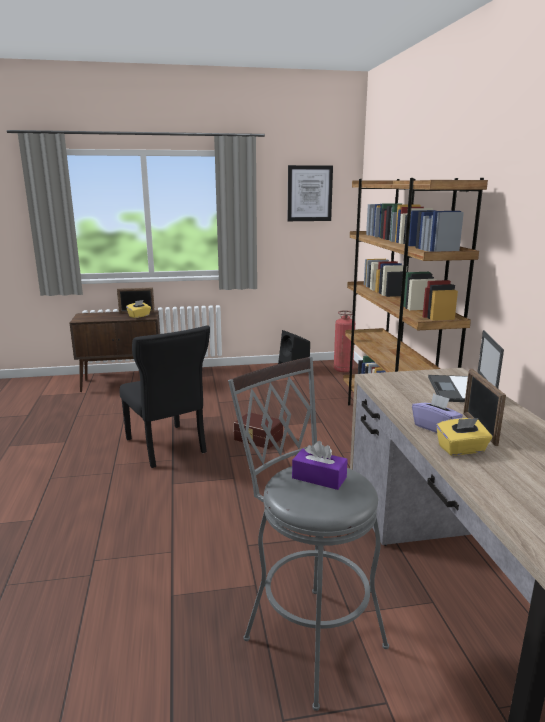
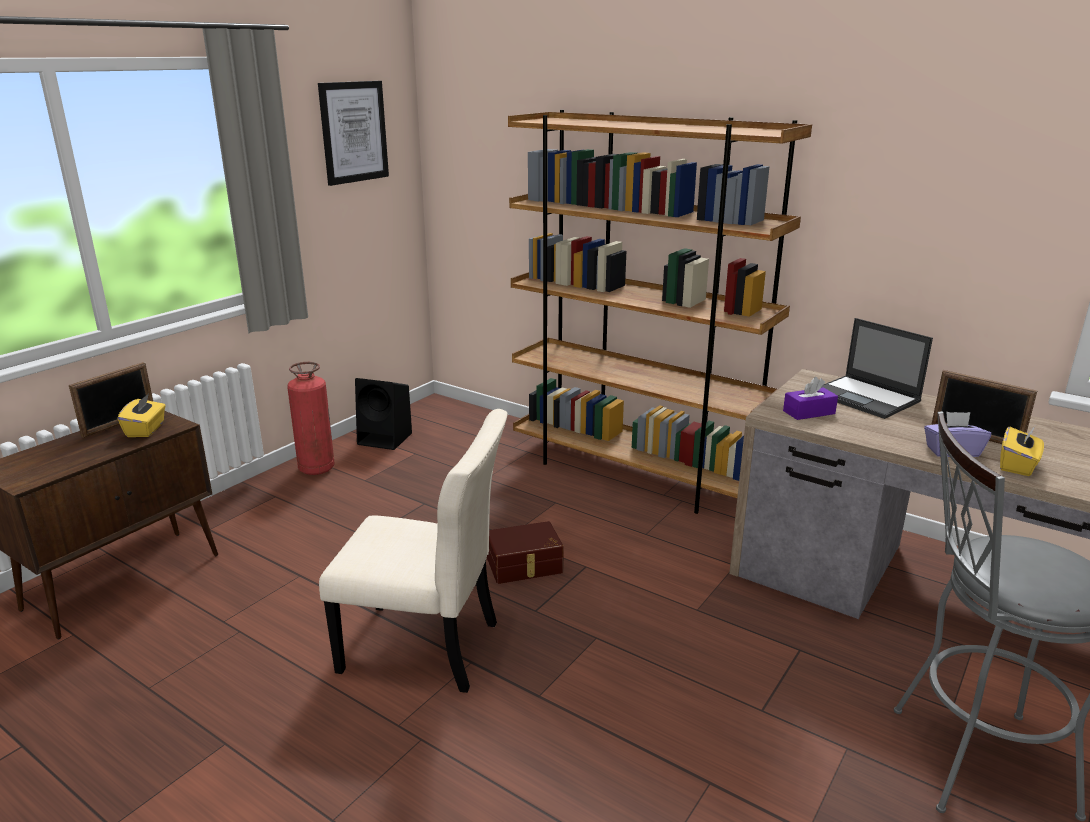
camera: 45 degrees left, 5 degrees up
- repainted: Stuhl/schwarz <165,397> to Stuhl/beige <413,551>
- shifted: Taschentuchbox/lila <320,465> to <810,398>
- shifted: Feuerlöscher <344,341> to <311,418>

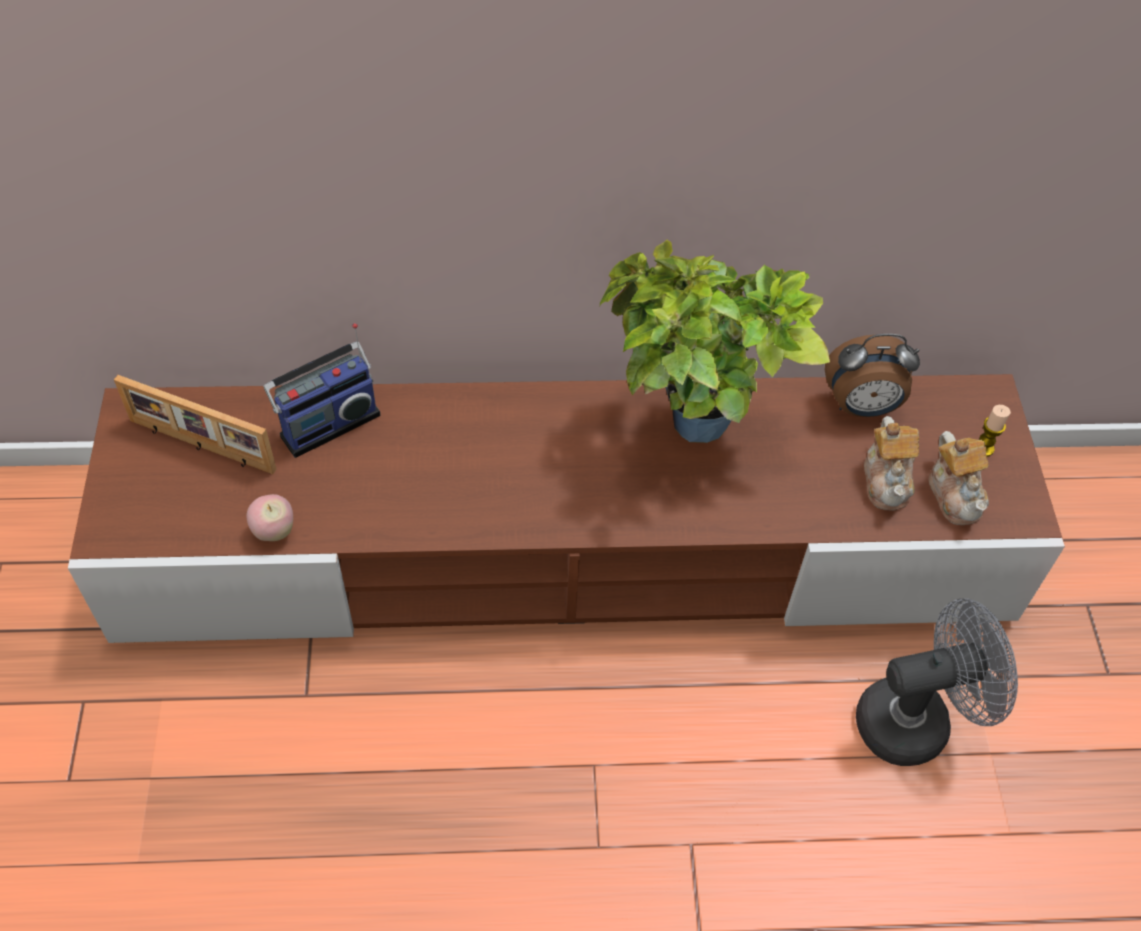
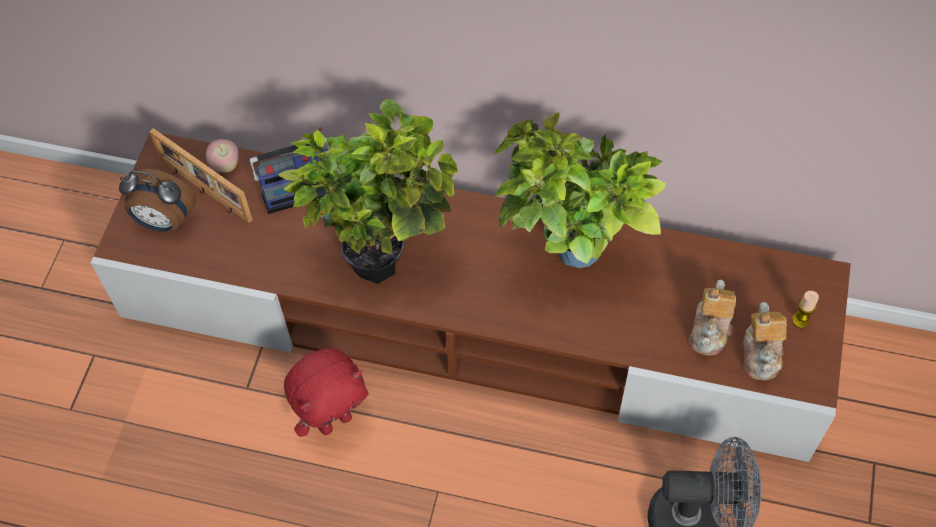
camera: 20 degrees right, 5 degrees up
- shifted: Apfel <269,517> to <222,156>
- shifted: Wecker <872,375> to <157,200>
- new: Topfpflanze <368,191>
- new: Plüschtier/rot <326,392>

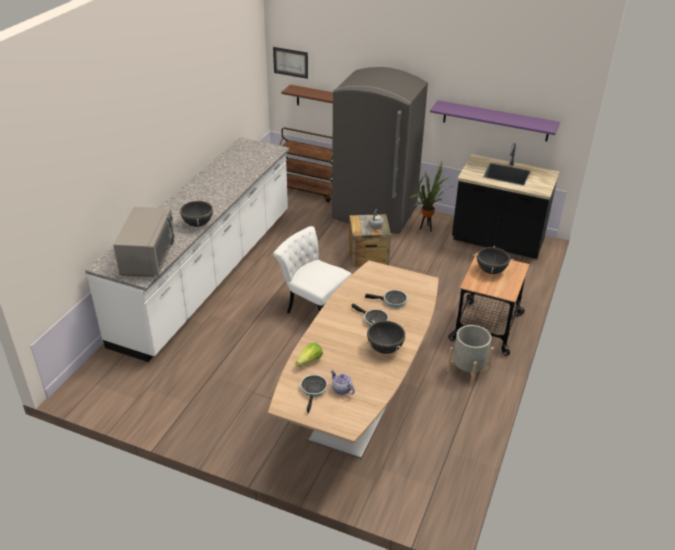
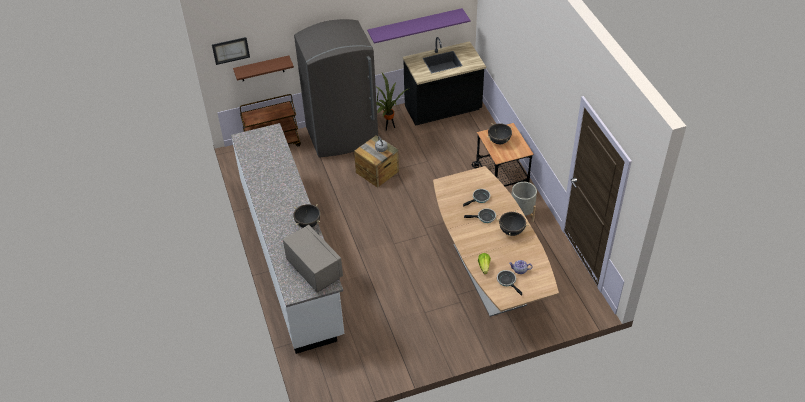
camera: 40 degrees left, 10 degrees up
- gone: Stuhl/weiß <312,269>

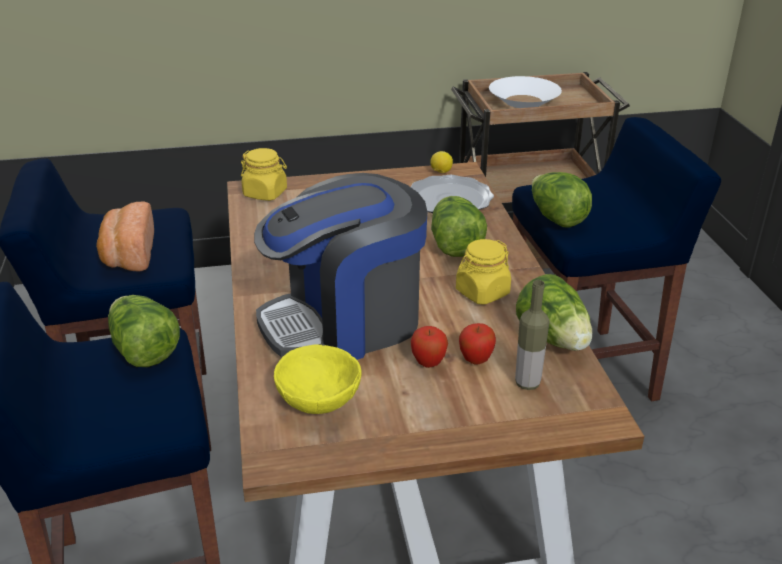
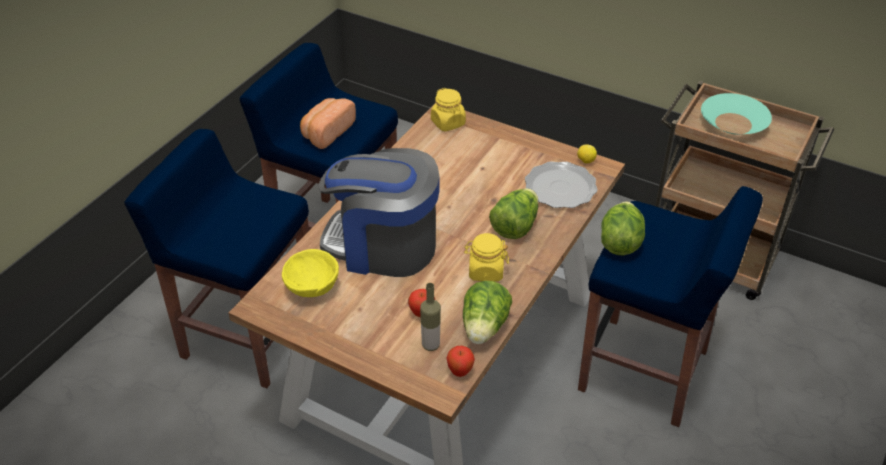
camera: 40 degrees right, 10 degrees up
- gone: Salatkopf <144,331>
- shifted: Apfel <429,347> to <461,361>
- repainted: Schüssel/weiß <525,92> to Schüssel/türkis <736,113>

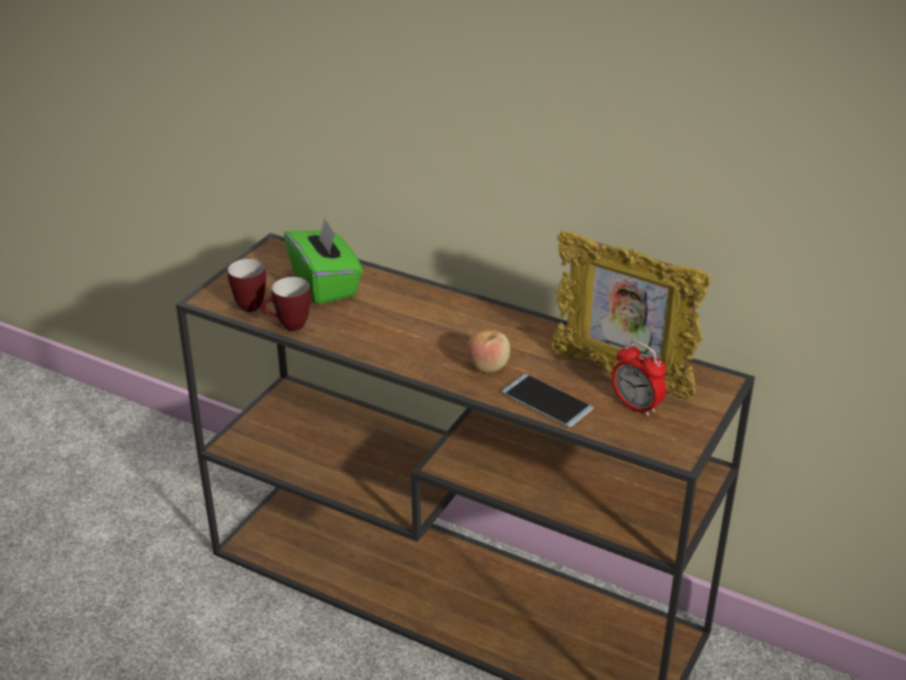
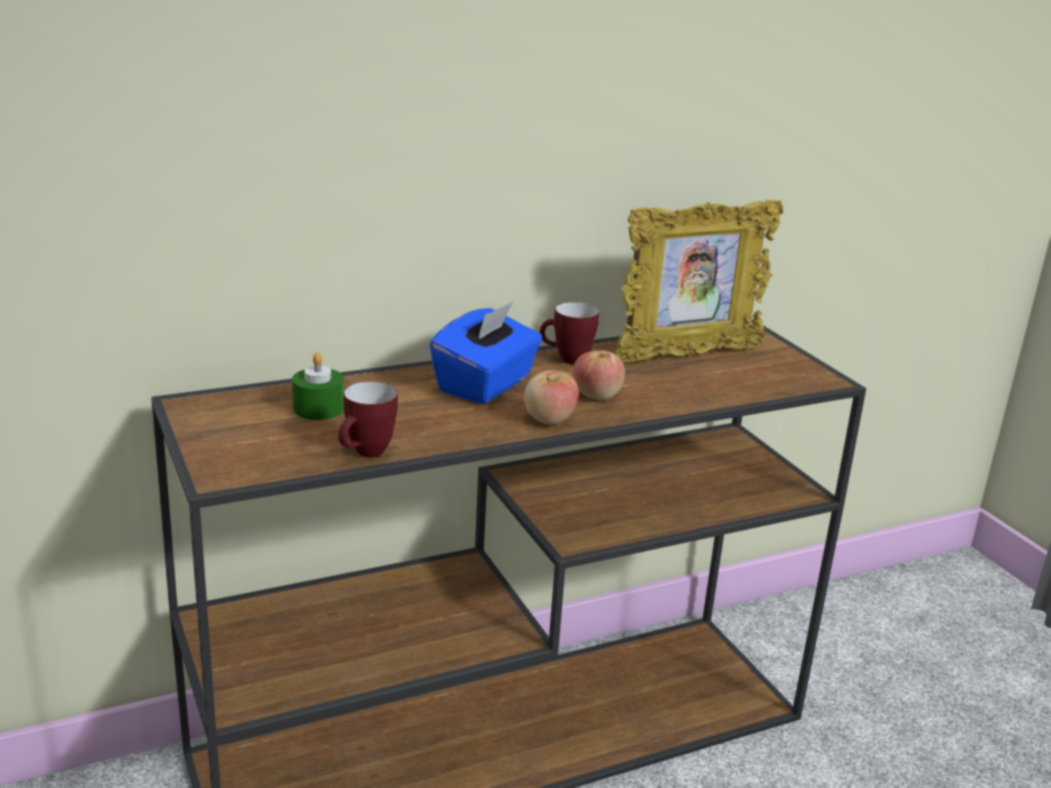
camera: 55 degrees left, 10 degrees down
- shifted: Henkelbecher <246,285> to <569,333>
- swapped: Taschentuchbox/grün <323,261> to Kerze/grün <318,386>
- gone: Handy <548,400>
- gone: Wecker <639,379>
- new: Taschentuchbox/blau <486,352>
- new: Apfel <551,397>

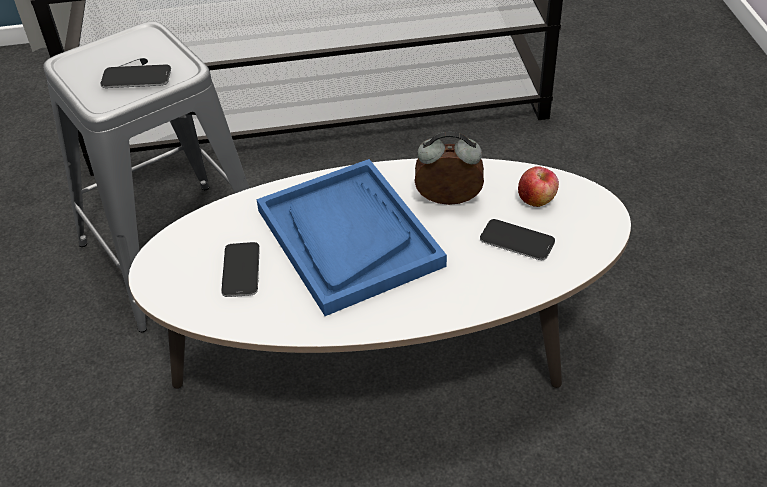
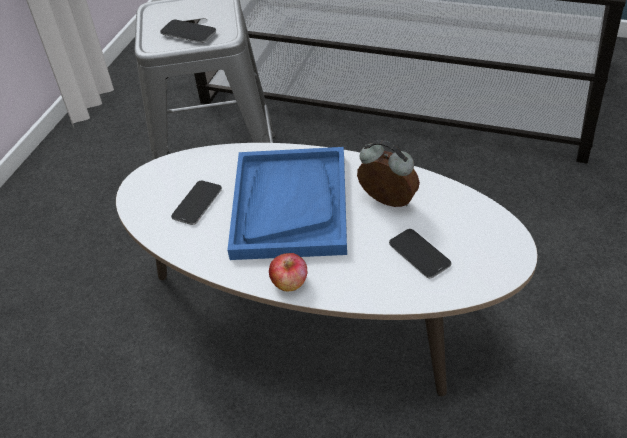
camera: 30 degrees right, 0 degrees up
- shifted: Apfel <538,186> to <288,272>

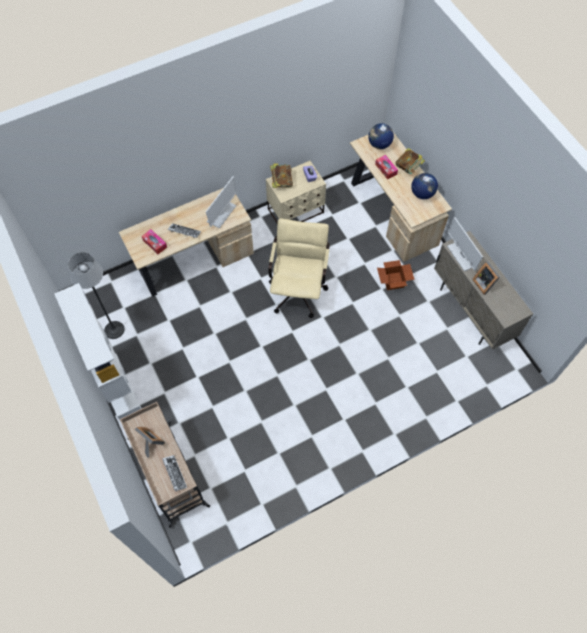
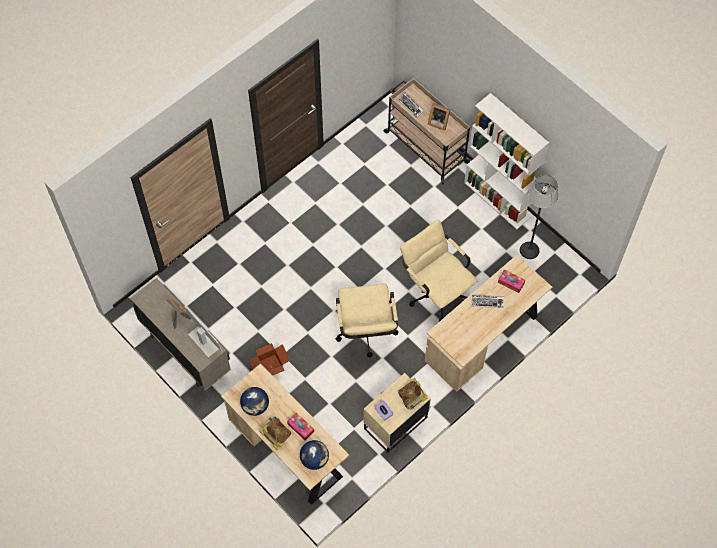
camera: 165 degrees right, 0 degrees up
- gone: Monitor <221,202>
- new: Bürostuhl/beige <438,271>

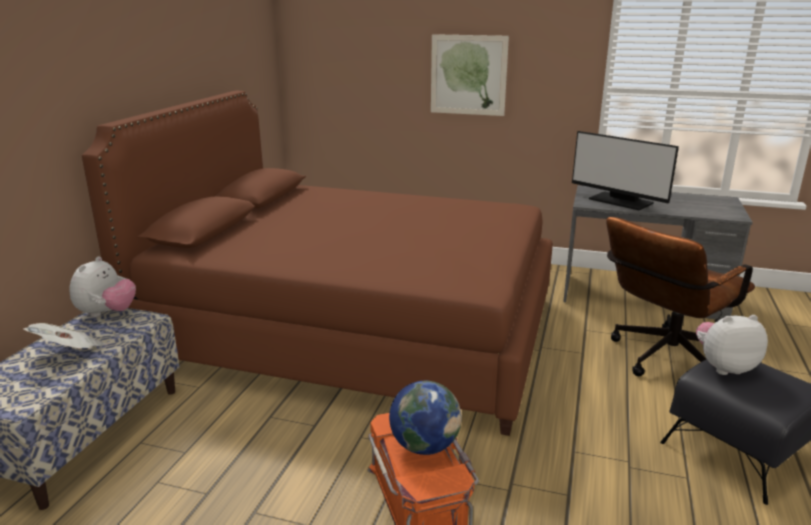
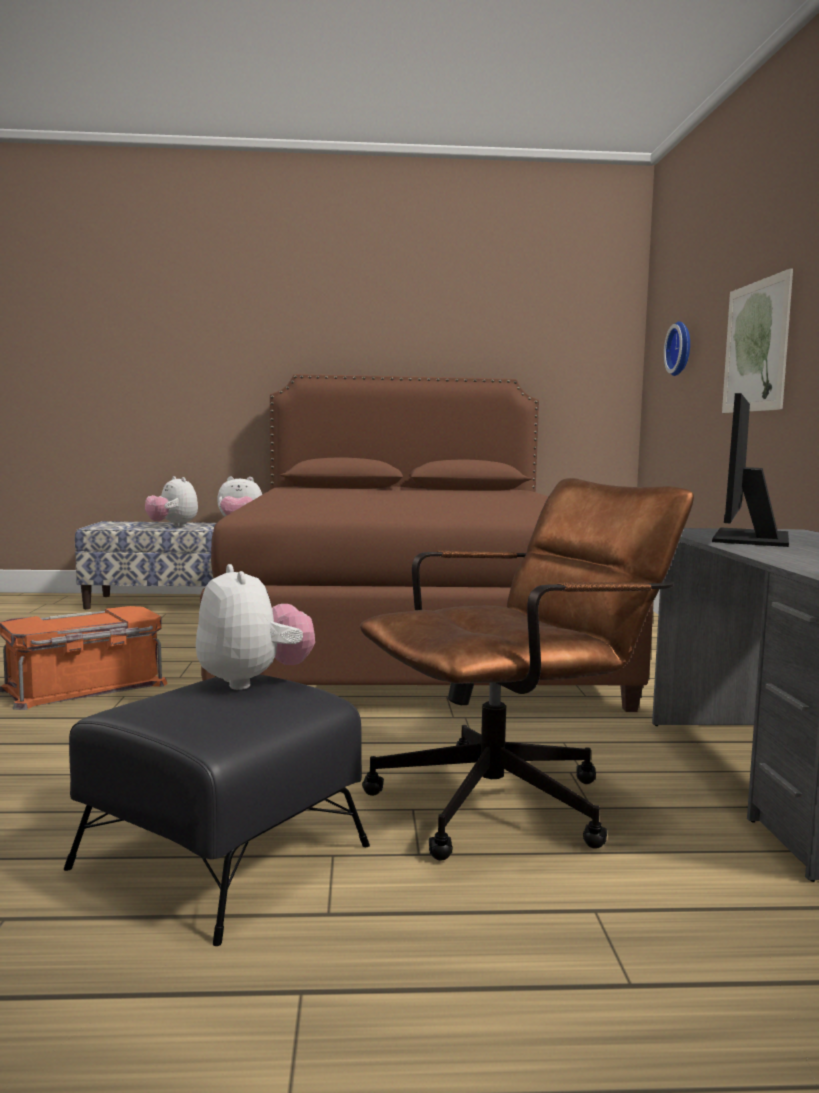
camera: 70 degrees right, 15 degrees down
- swapped: Zeitung <65,336> to Plüschtier <171,501>
- gone: Globus <425,418>
- rotated: Bürostuhl/braun <680,296> = <527,669> 120 degrees clockwise
- new: Wanduhr <677,348>

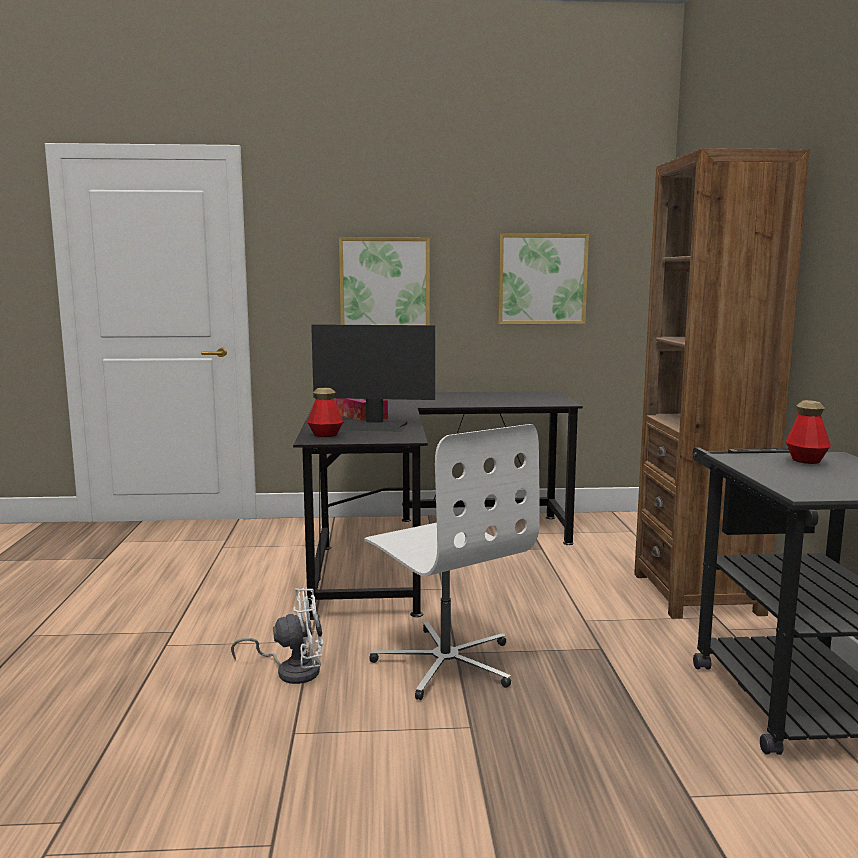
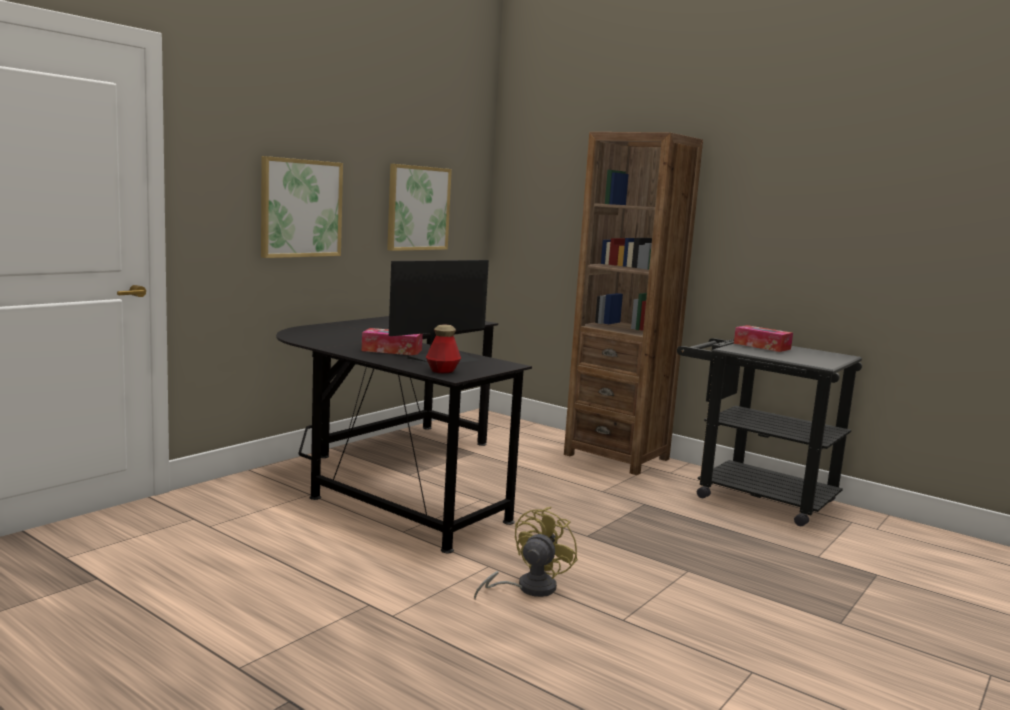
camera: 50 degrees left, 0 degrees up
- repainted: Ventilator/weiß <277,636> to Ventilator/gelb <526,553>
- gone: Bürostuhl/weiß <452,562>
- swapped: Flasche <808,432> to Taschentuchbox <763,338>

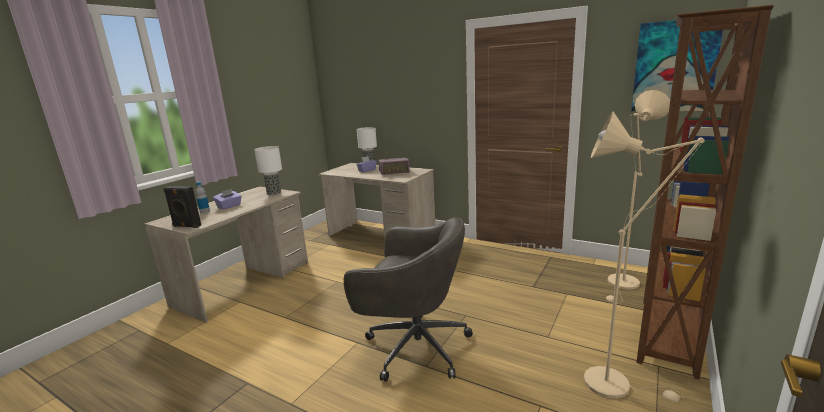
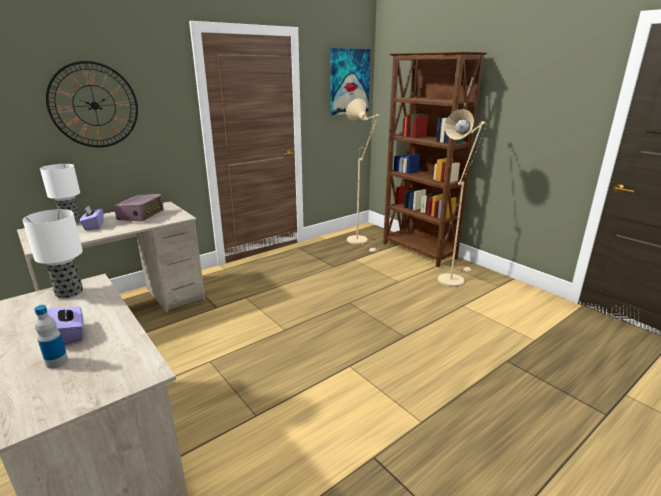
camera: 70 degrees left, 5 degrees up
- gone: Lautsprecher/schwarz <182,207>
- gone: Bürostuhl/grau <408,299>
- new: Wanduhr <92,104>

